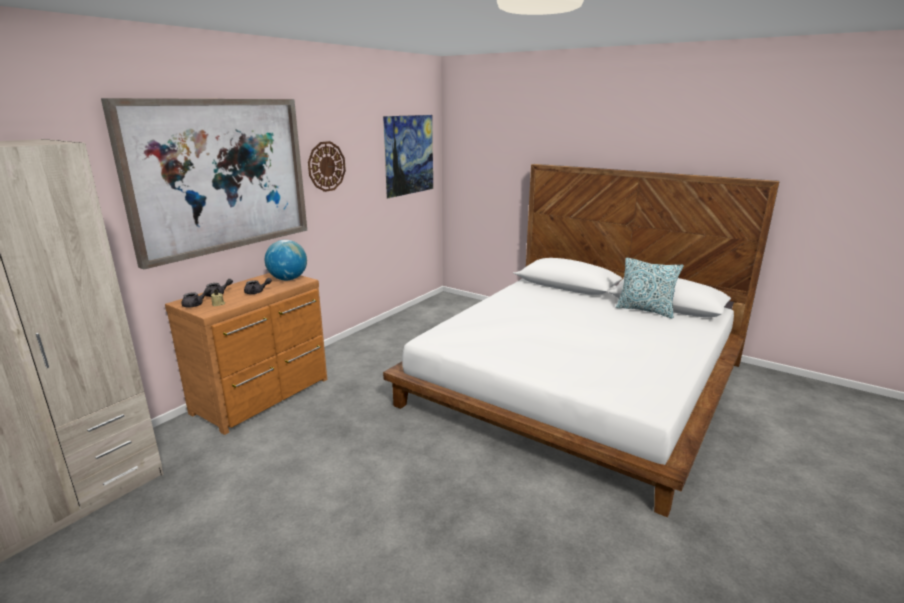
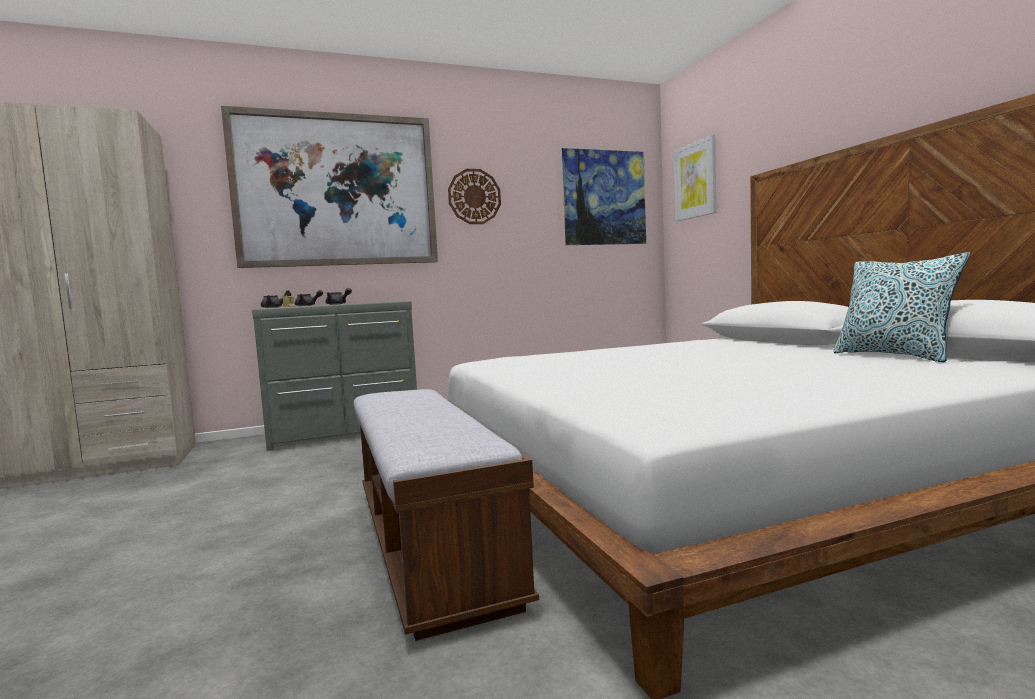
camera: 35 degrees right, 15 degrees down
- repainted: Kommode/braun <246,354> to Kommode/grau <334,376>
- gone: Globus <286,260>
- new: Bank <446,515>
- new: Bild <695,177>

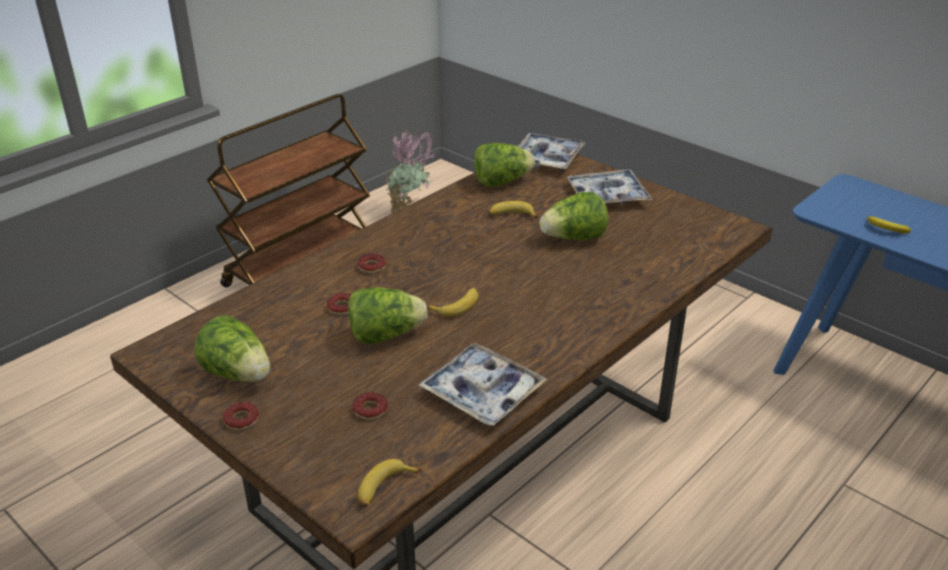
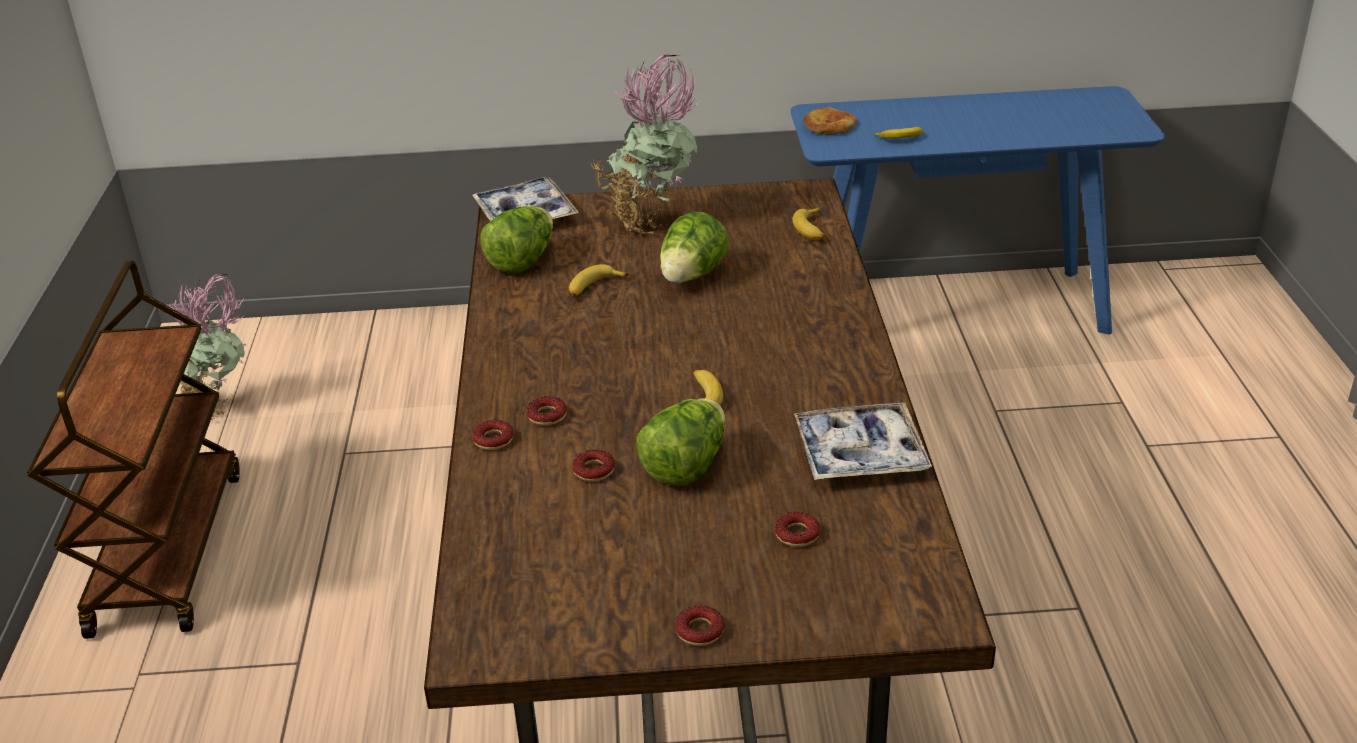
camera: 45 degrees left, 0 degrees up
- gone: Salatkopf <232,348>
- shifted: Banane <389,483> to <808,224>
- swapped: Tablett <609,187> to Topfpflanze <645,145>
- new: Donut <493,435>
- new: Brot <830,121>

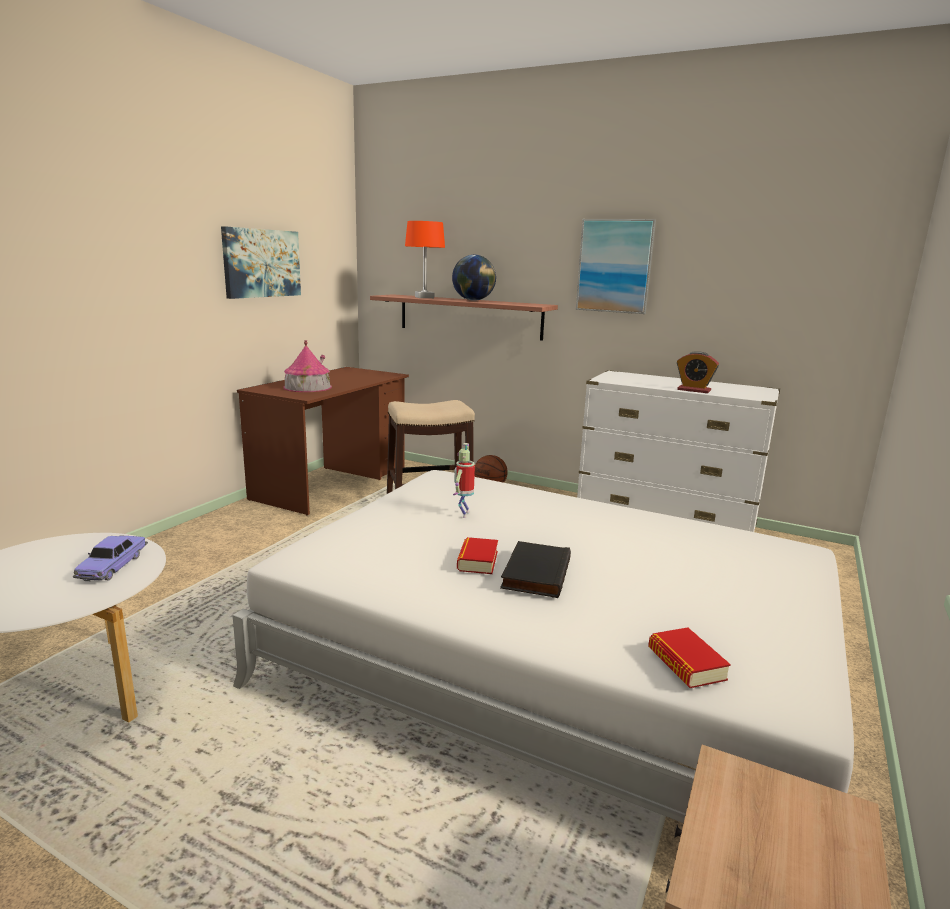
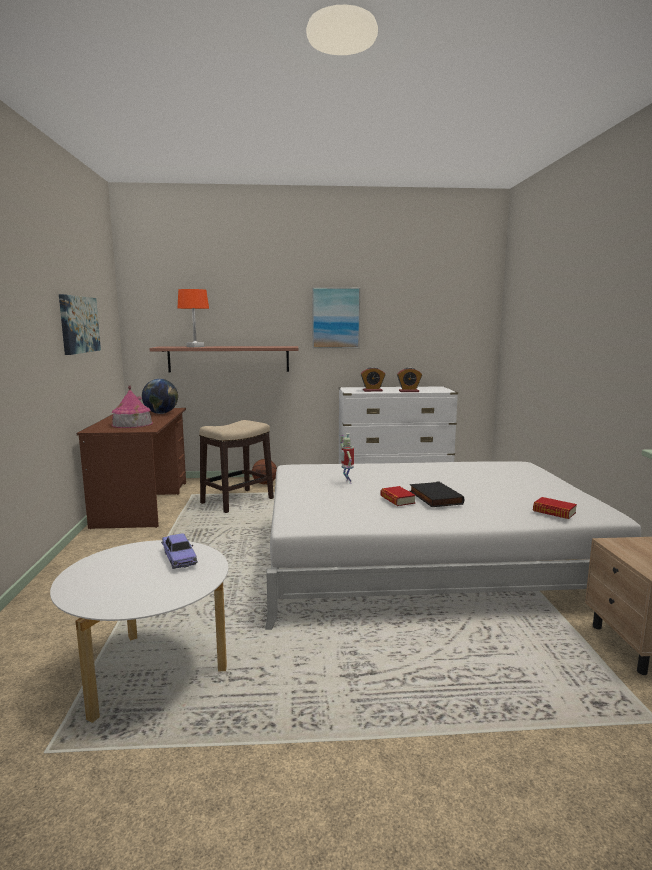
camera: 30 degrees left, 5 degrees down
- shifted: Globus <474,278> to <160,396>
- new: Wecker <373,379>

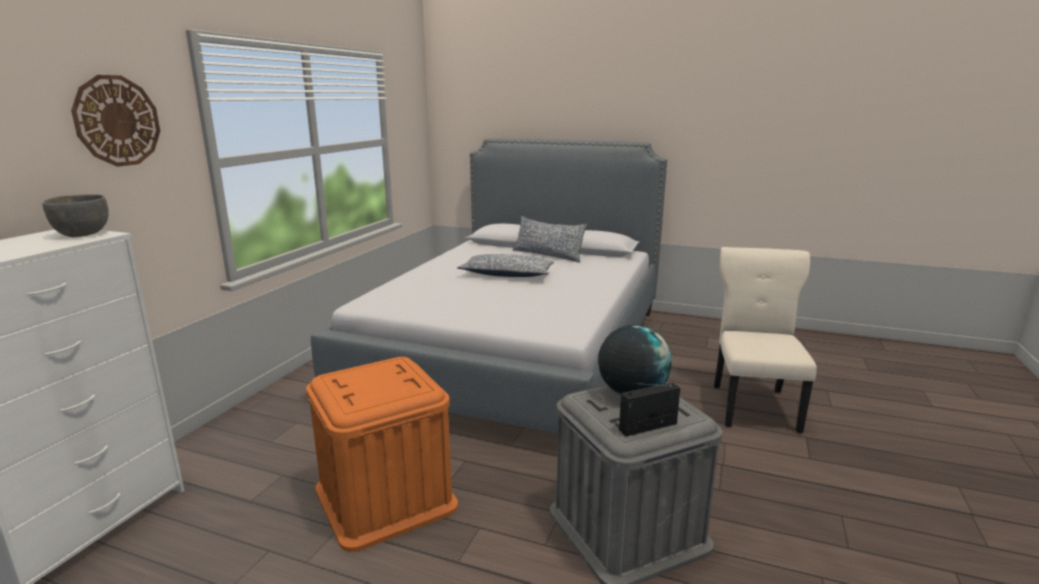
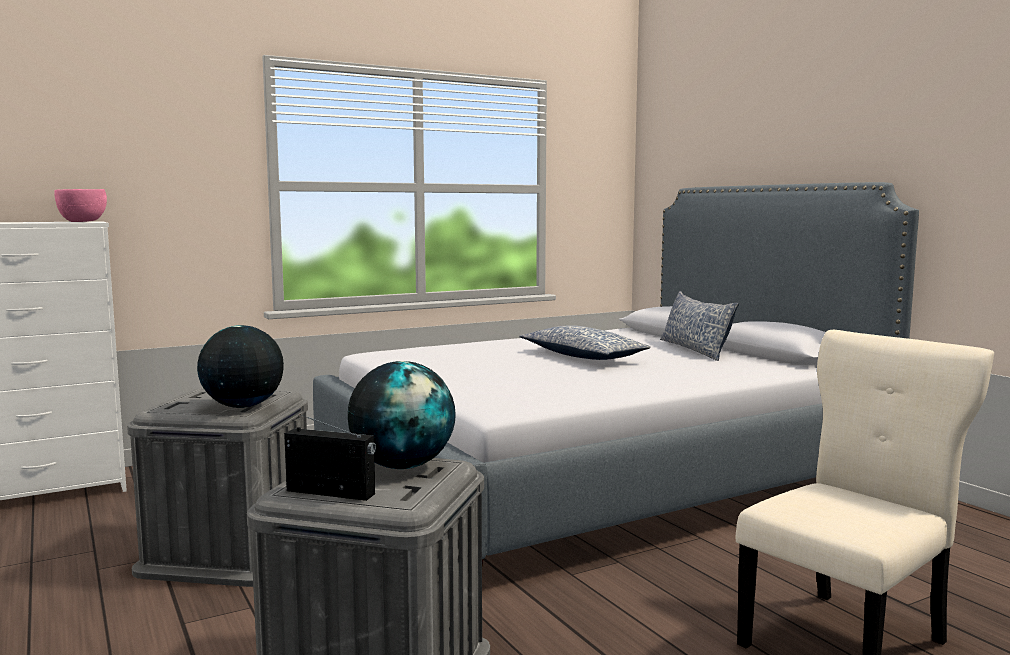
camera: 40 degrees right, 10 degrees down
- repainted: Schüssel/grau <75,215> to Schüssel/rosa <80,205>
- gone: Wanduhr <115,121>
- repainted: Aufbewahrungsbox/orange <382,454> to Aufbewahrungsbox/grau <217,487>
- new: Globus <240,366>

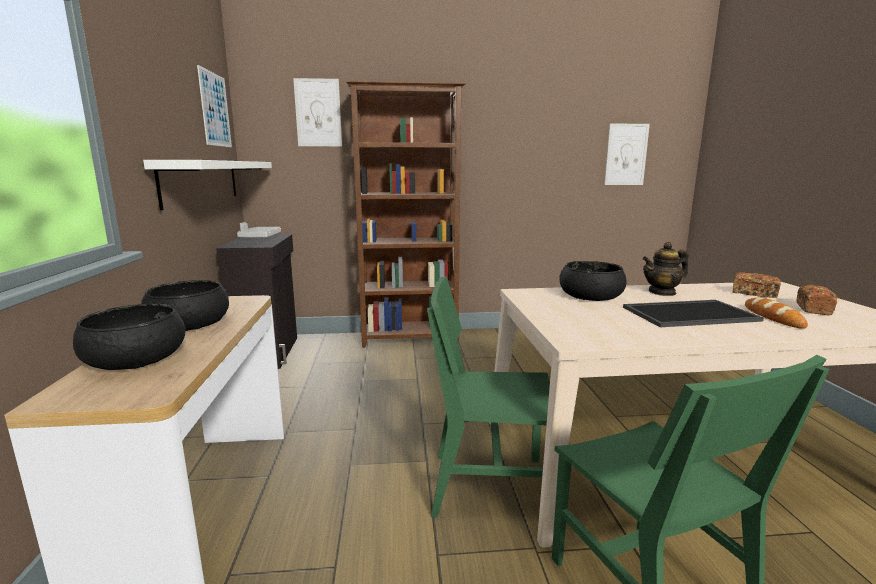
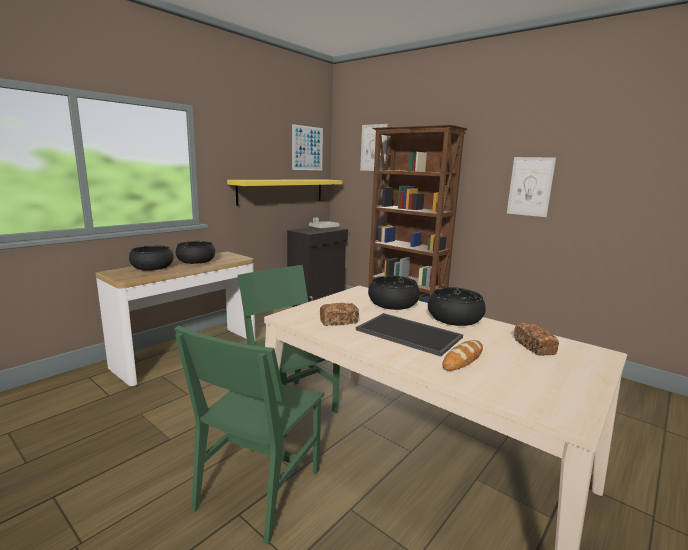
camera: 45 degrees right, 0 degrees up
- repainted: Wandregal/weiß <207,185> to Wandregal/gelb <284,192>
- shifted: Bild <627,154> to <531,187>
- swapped: Teekanne <665,269> to Schüssel/schwarz <457,306>
- shifted: Brot <817,300> to <339,314>

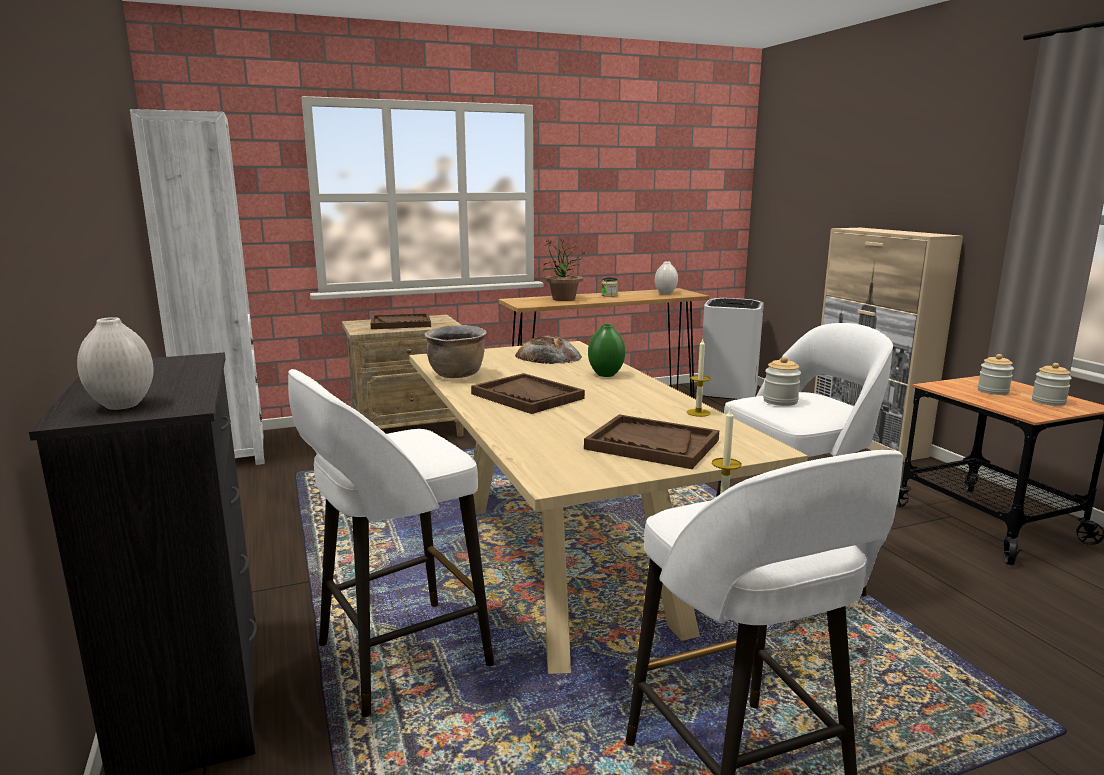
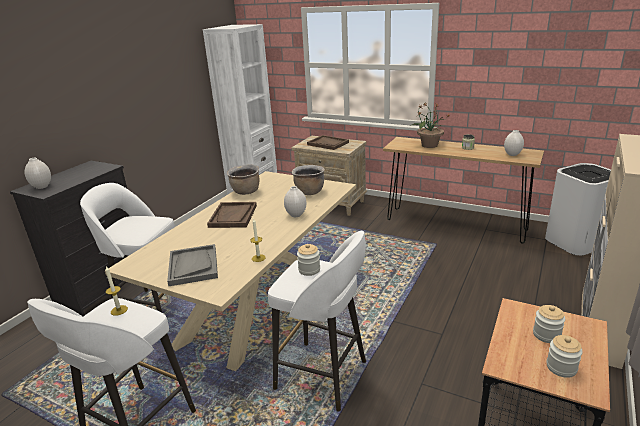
camera: 50 degrees right, 10 degrees up
- swapped: Brot <548,349> to Kochtopf/braun <308,180>
- repainted: Tablett/braun <651,442> to Tablett/grau <192,265>
- repainted: Vase/grün <607,350> to Vase/weiß <295,201>

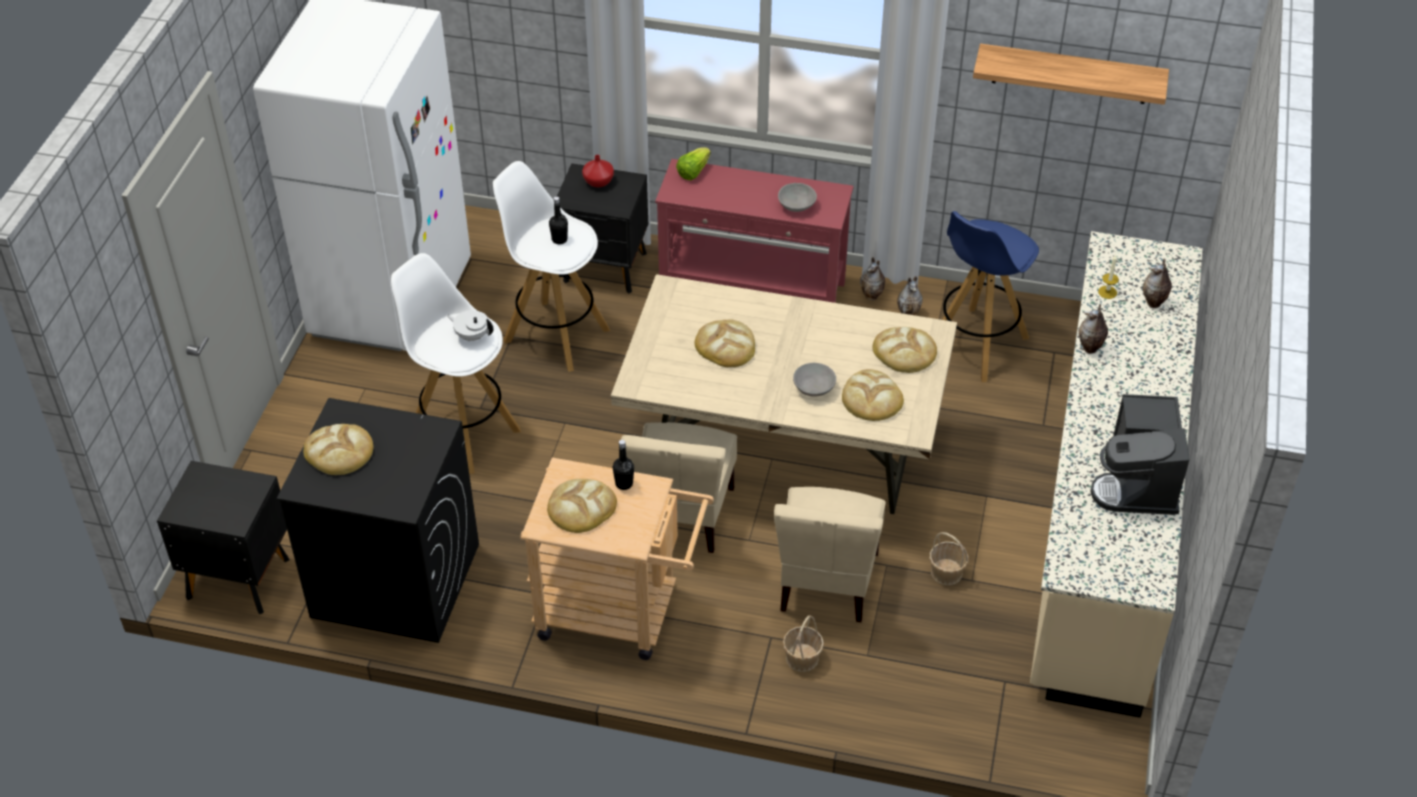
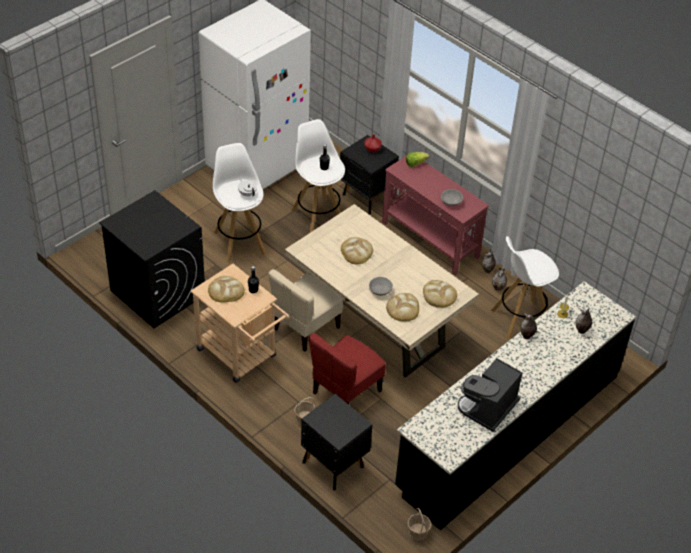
camera: 30 degrees right, 0 degrees up
- shifted: Nachttisch/schwarz <223,537> to <336,442>
- gone: Brot <338,449>
- repainted: Stuhl/beige <830,554> to Stuhl/rot <347,369>
- shifted: Korb <949,558> to <419,524>
- repainted: Hocker/blau <990,296> to Hocker/weiß <525,288>
- gone: Wandregal <1071,74>
- repainted: Küchenzeile/beige <1116,474> to Küchenzeile/schwarz <515,406>

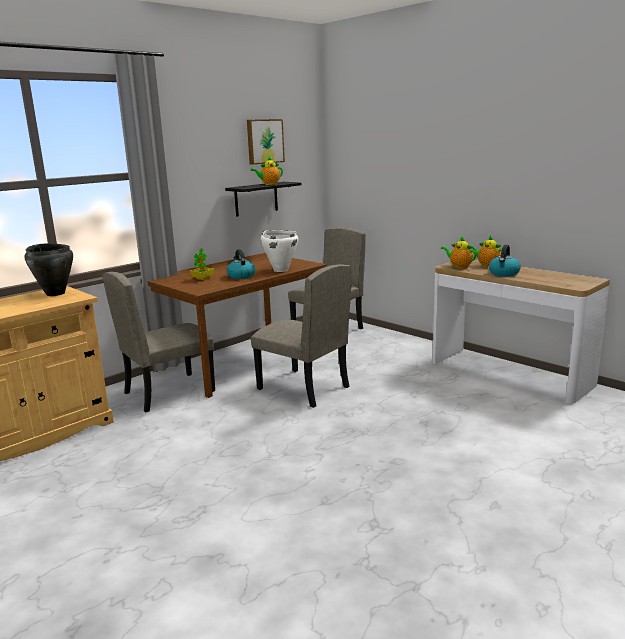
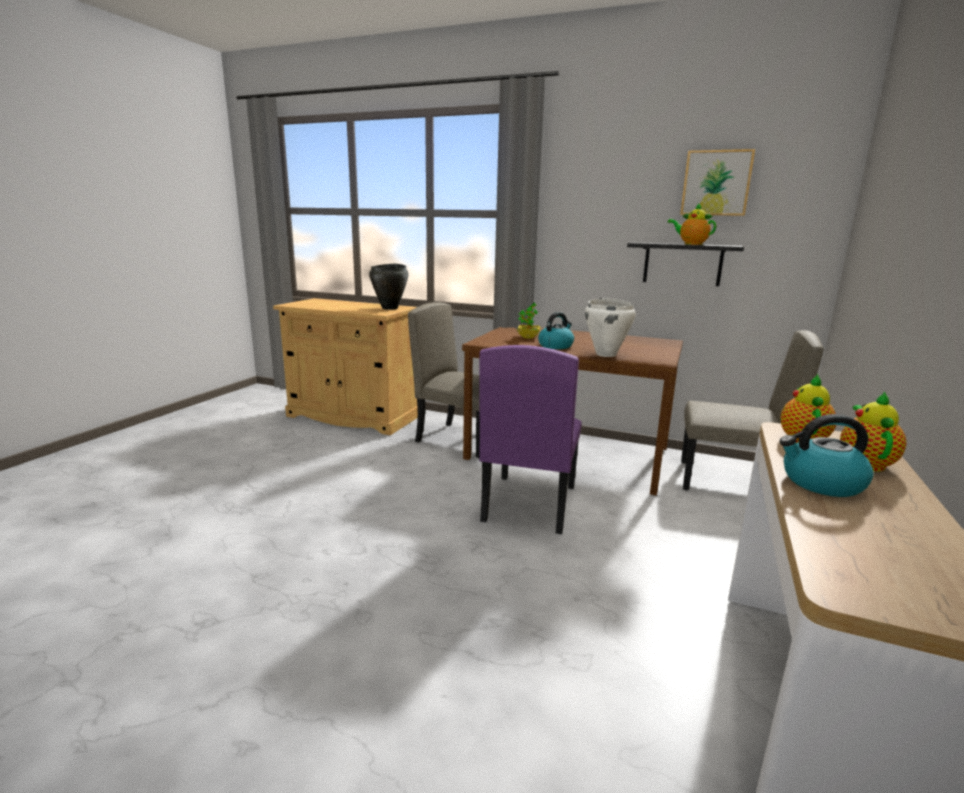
camera: 65 degrees right, 0 degrees up
- repainted: Stuhl/beige <301,336> to Stuhl/lila <530,439>

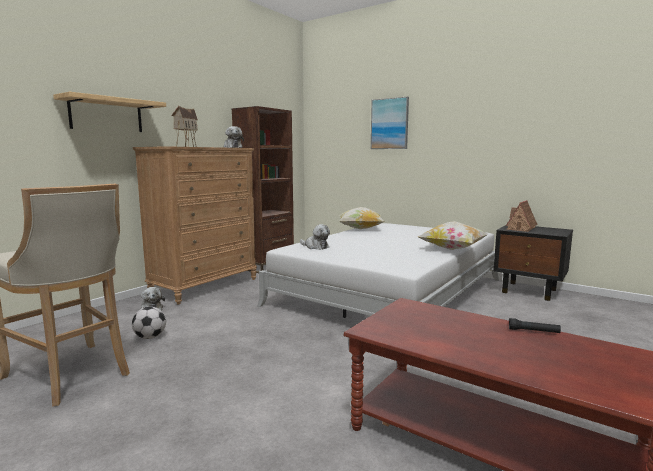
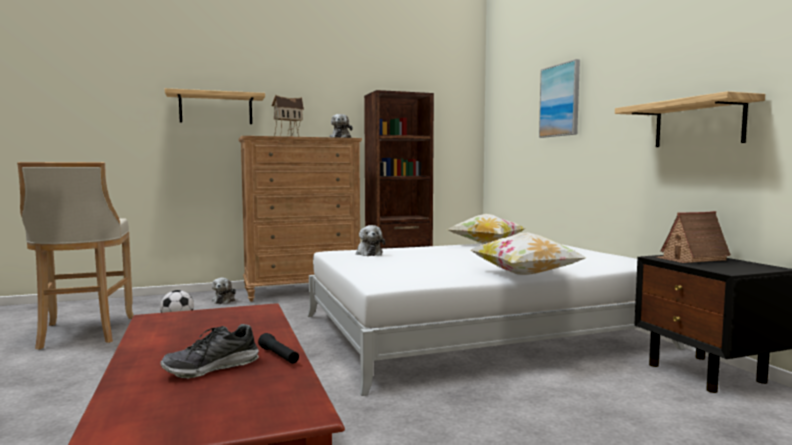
camera: 35 degrees right, 5 degrees down
- new: Schuh <210,351>
- new: Wandregal <690,119>

